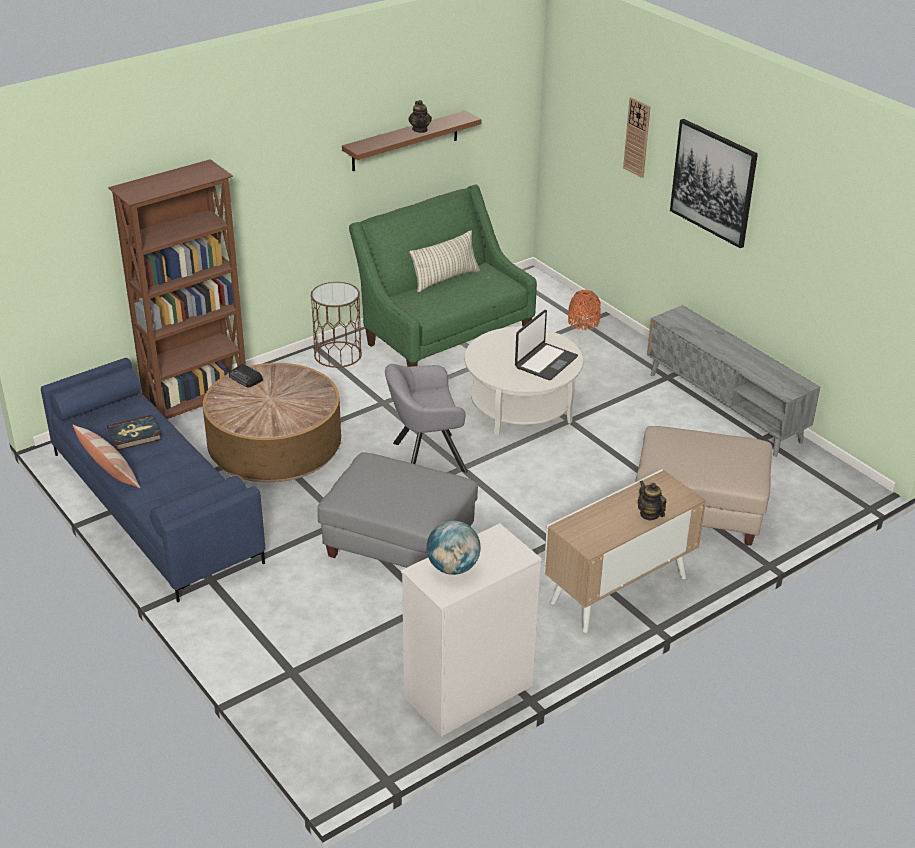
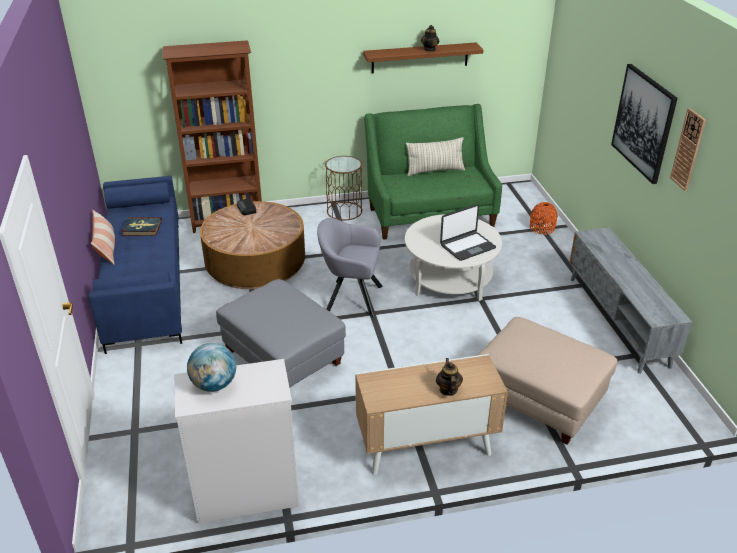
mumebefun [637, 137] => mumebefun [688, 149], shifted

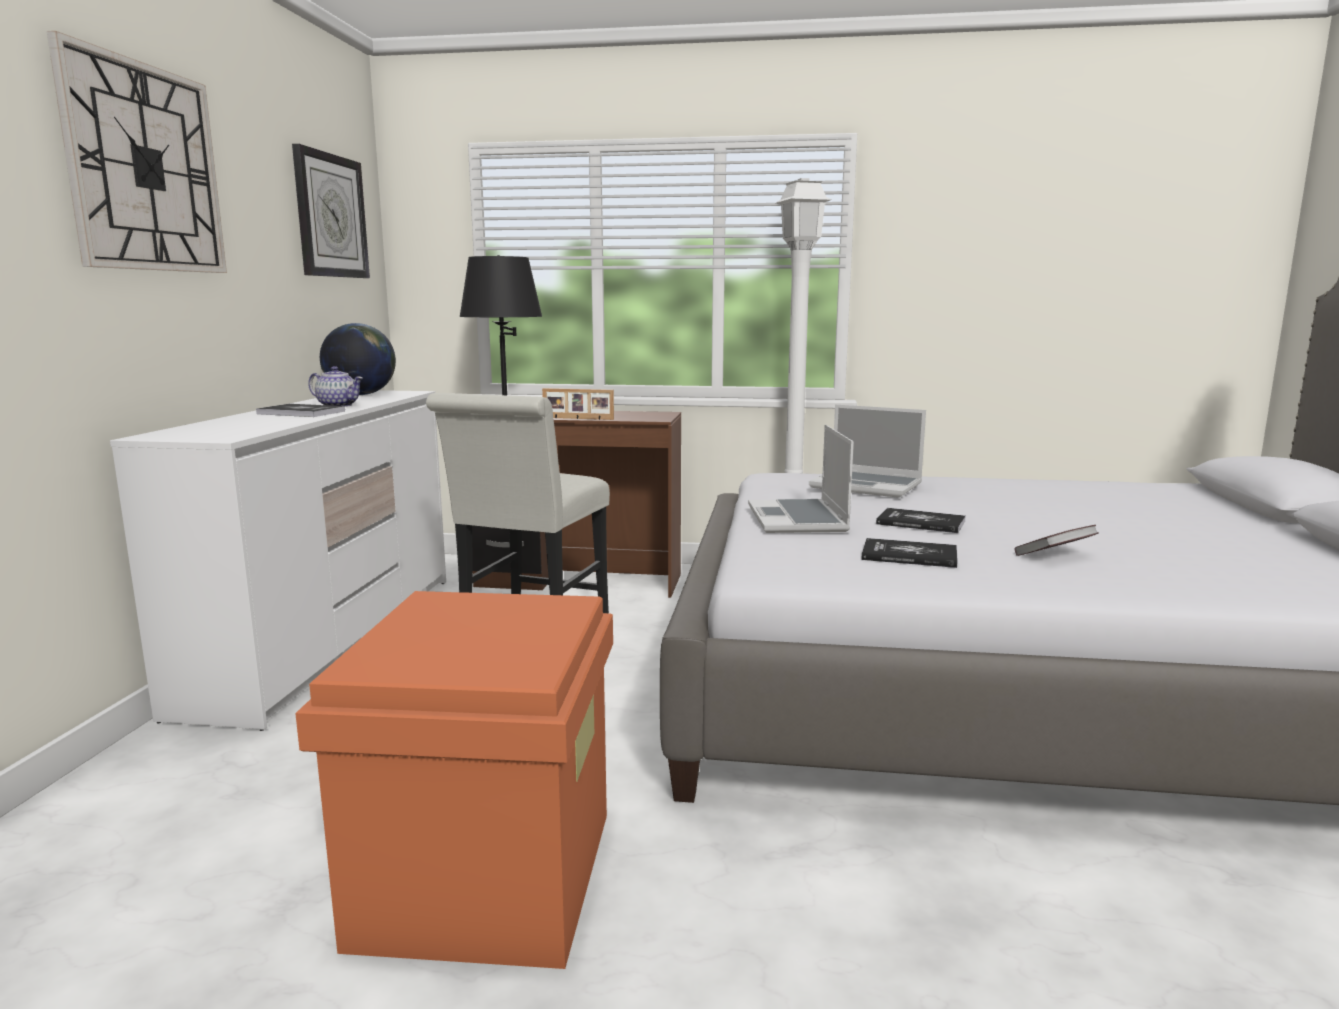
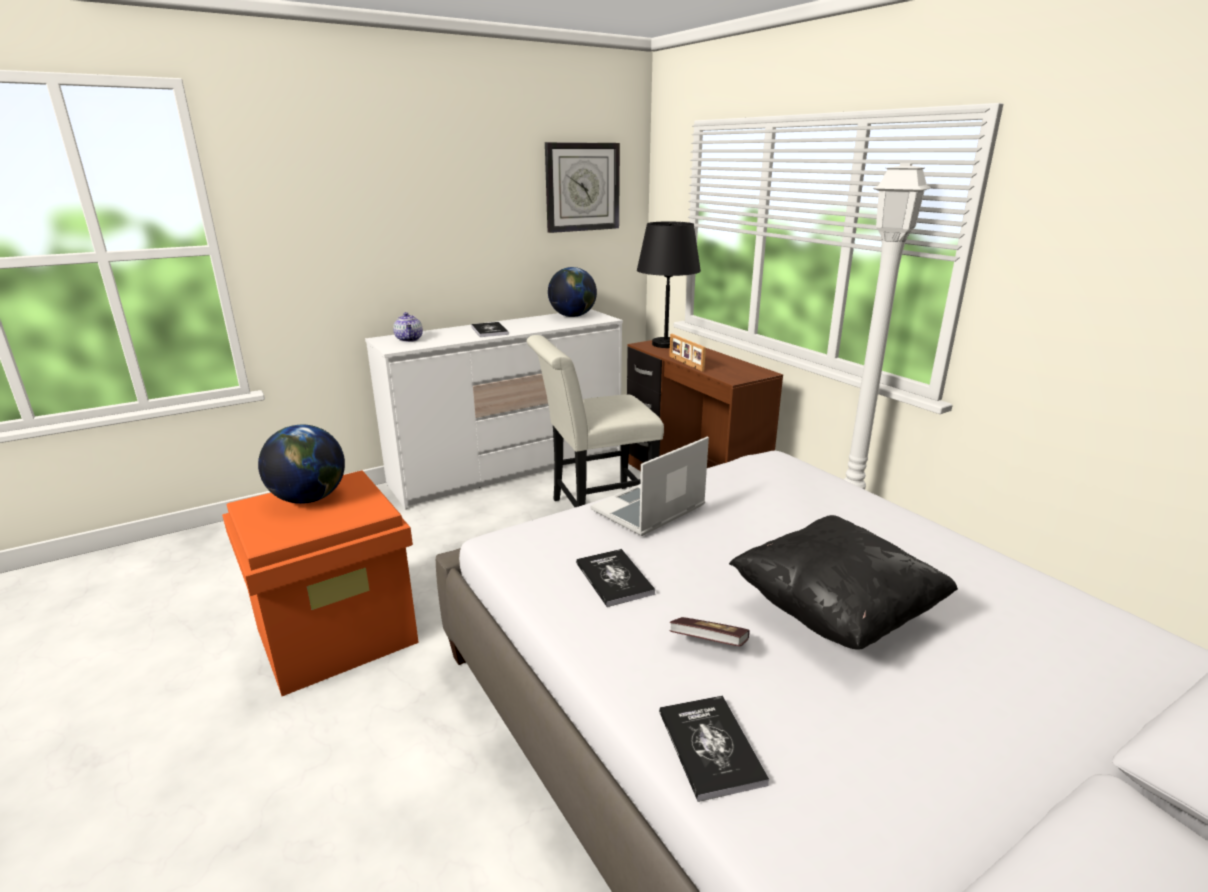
nothing => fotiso [309, 498]
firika [338, 405] => firika [409, 339], shifted
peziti [920, 522] => peziti [710, 747], shifted
nothing => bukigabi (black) [835, 612]
mumebefun [144, 168] => nothing
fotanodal [867, 486] => nothing

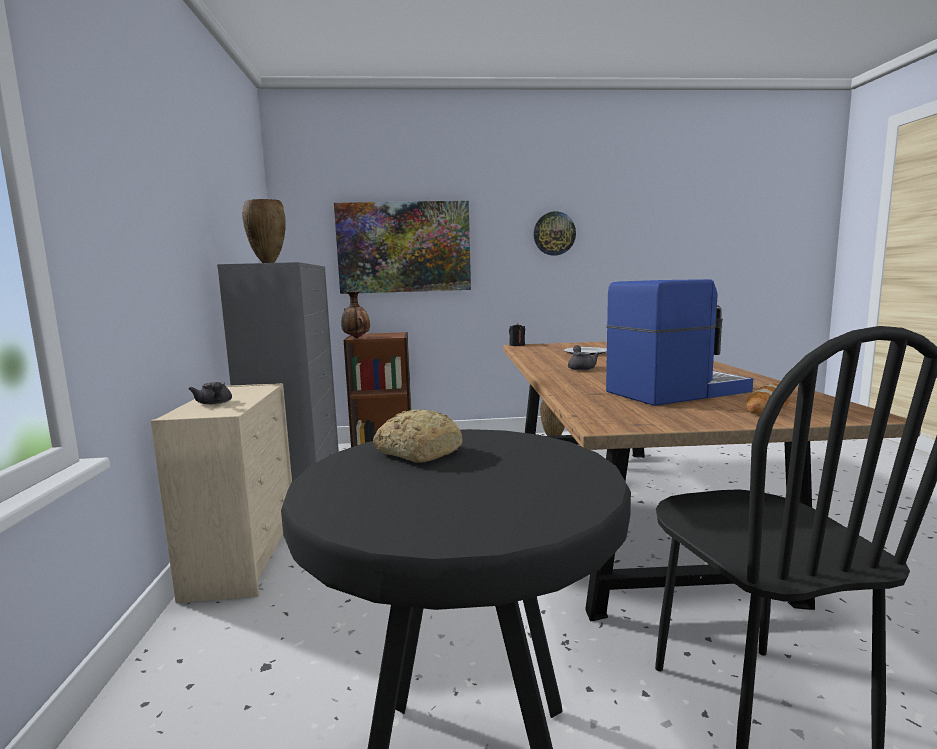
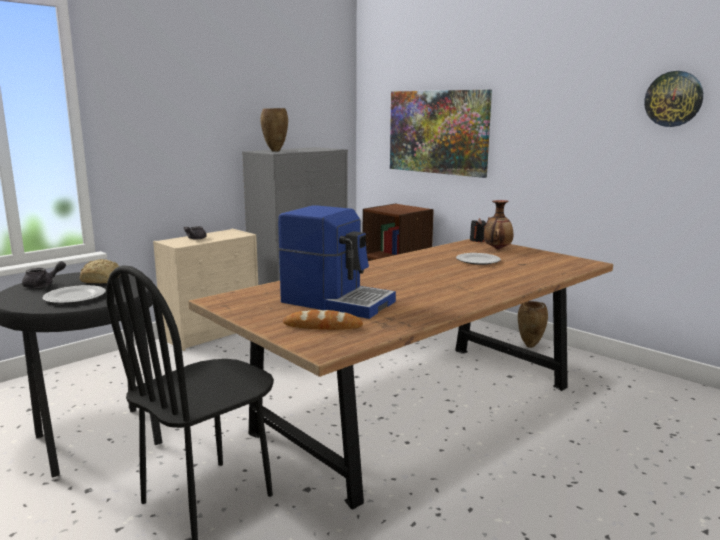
firika (grey) [581, 368] => firika (grey) [43, 285], shifted
nothing => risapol [76, 297]
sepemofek [356, 338] => sepemofek [497, 249], shifted
mumebefun [554, 233] => mumebefun [673, 99], shifted

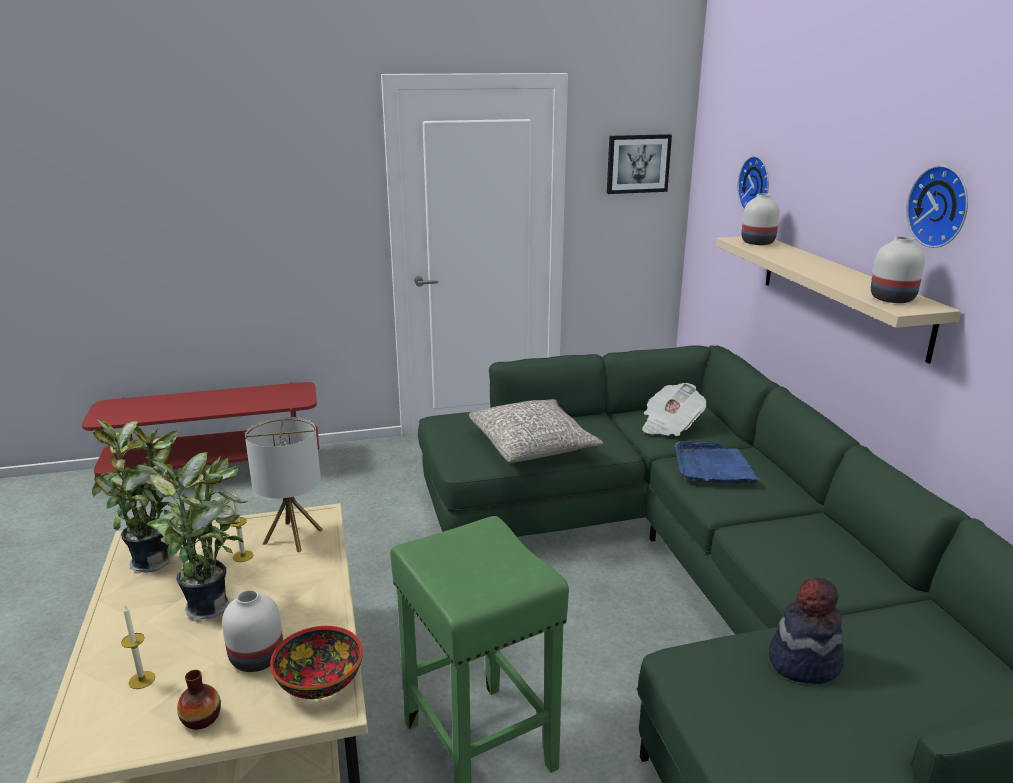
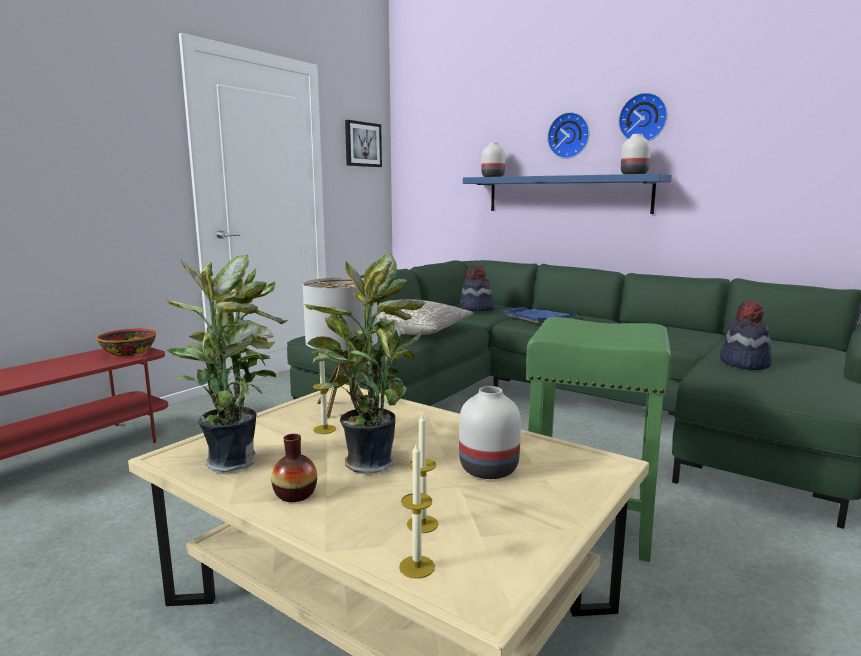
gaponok [320, 680] => gaponok [129, 353], shifted
sepemofek [201, 718] => sepemofek [295, 494], shifted
nothing => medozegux [417, 567]
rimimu [670, 425] => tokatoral [476, 309]
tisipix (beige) [841, 292] => tisipix (blue) [566, 194]
mumebefun [757, 185] => mumebefun [569, 135], shifted

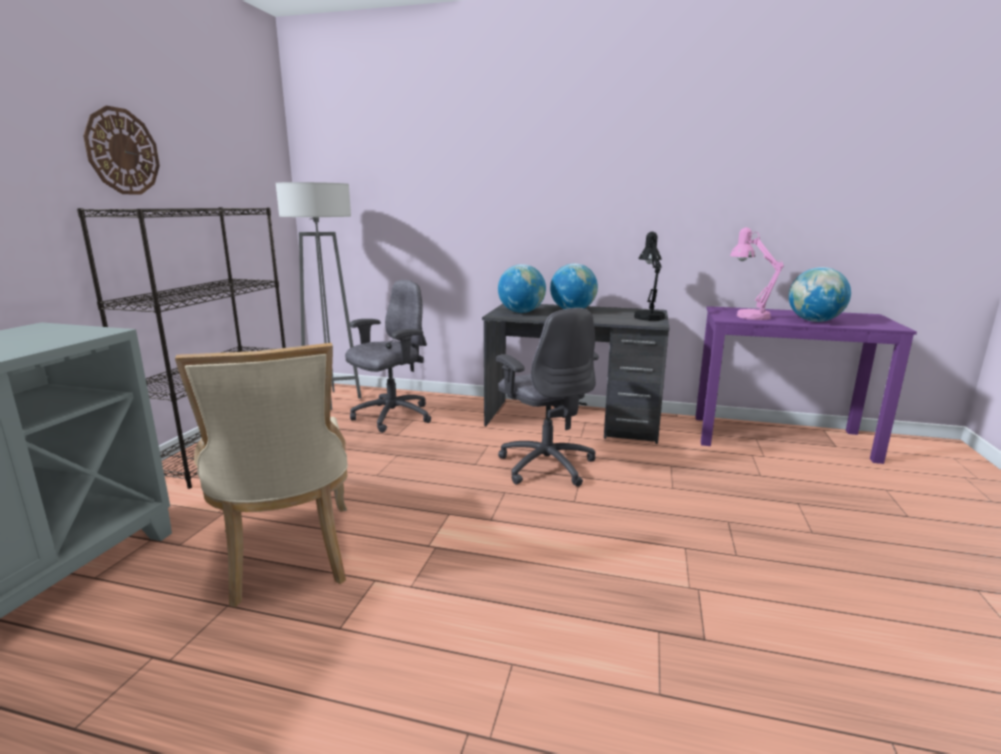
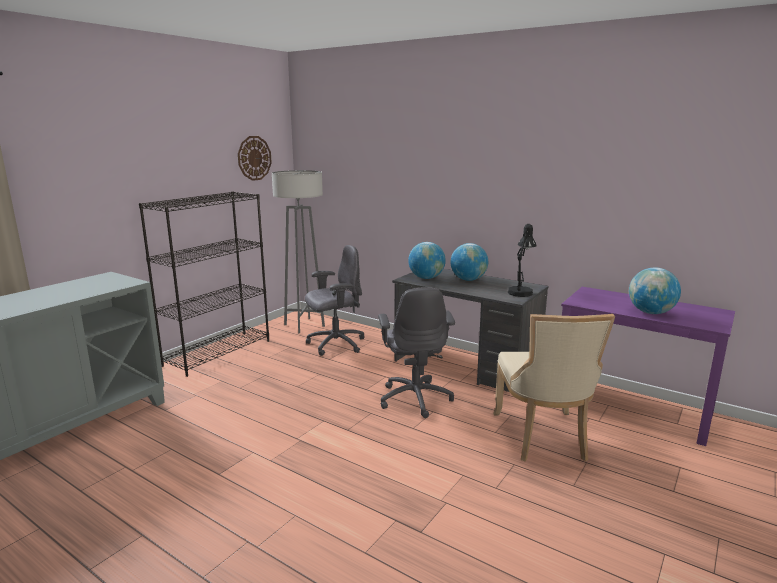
mumebefun [122, 151] => mumebefun [254, 158], shifted
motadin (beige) [288, 556] => motadin (beige) [542, 438], shifted
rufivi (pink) [747, 315] => nothing

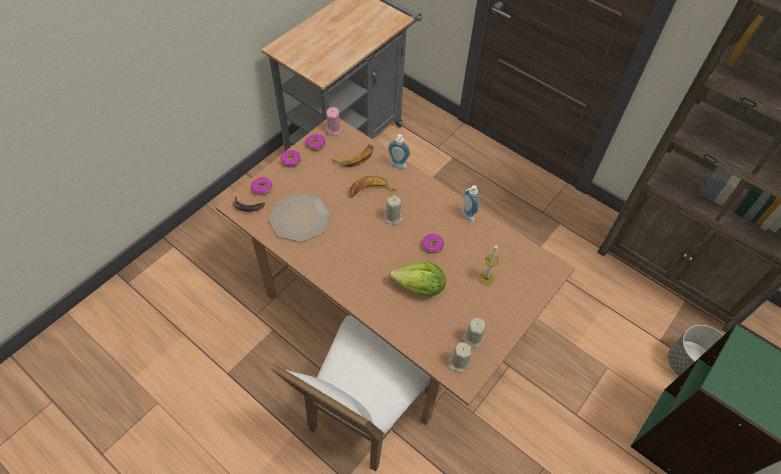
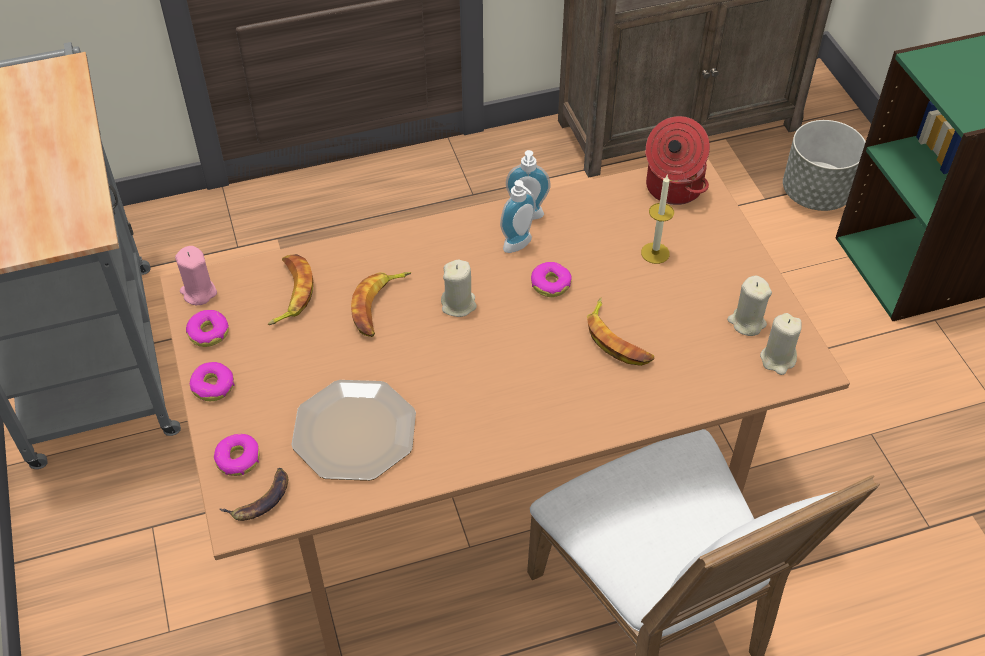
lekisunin [397, 166] => lekisunin [520, 246], shifted
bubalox [419, 288] => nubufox [617, 339]
nothing => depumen [672, 188]

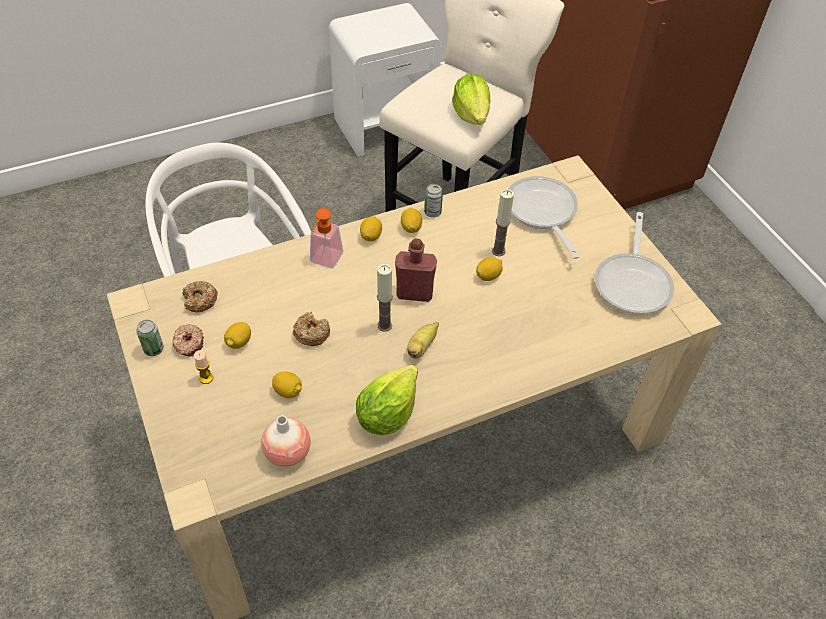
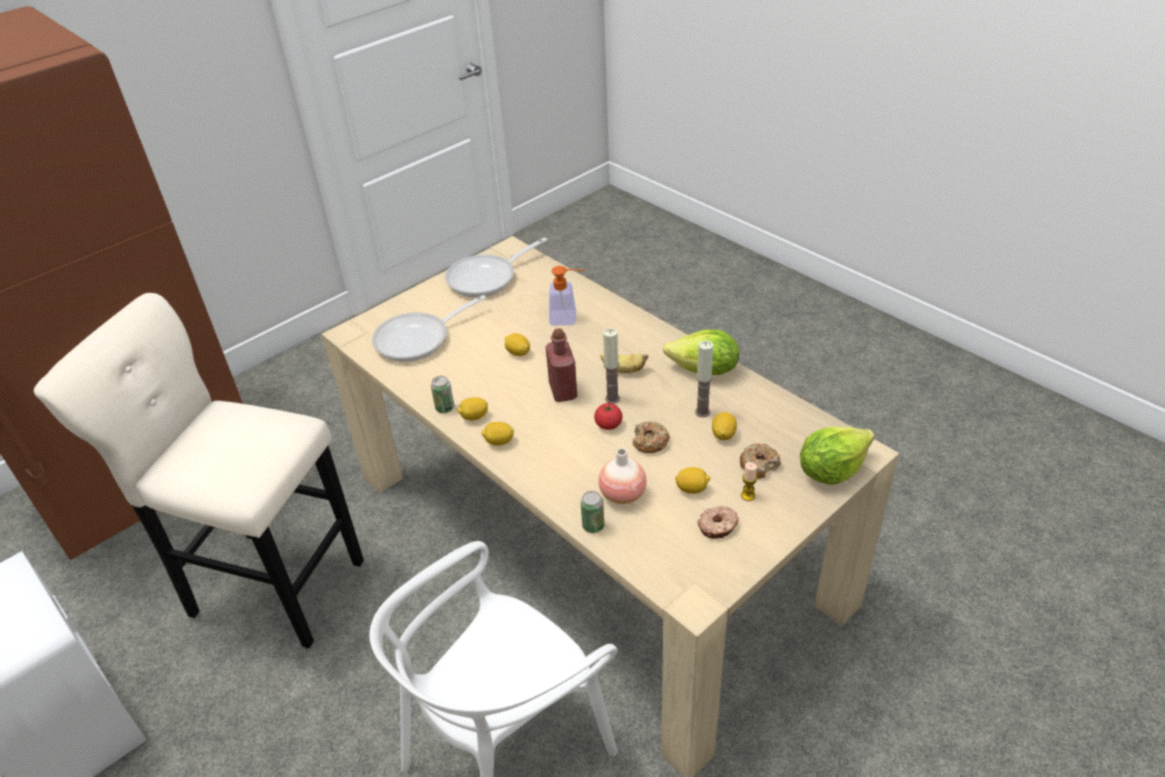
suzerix [633, 282] => suzerix [487, 278], 150 degrees clockwise
lekisunin [324, 261] => lekisunin [568, 318], shifted
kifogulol [154, 349] => kifogulol [593, 526], shifted
nothing => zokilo [608, 425]
sepemofek [287, 452] => sepemofek [622, 494], shifted
medozegux [498, 251] => medozegux [702, 412], shifted
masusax [200, 300] => masusax [759, 465], shifted
bubalox [471, 114] => bubalox [831, 470], shifted

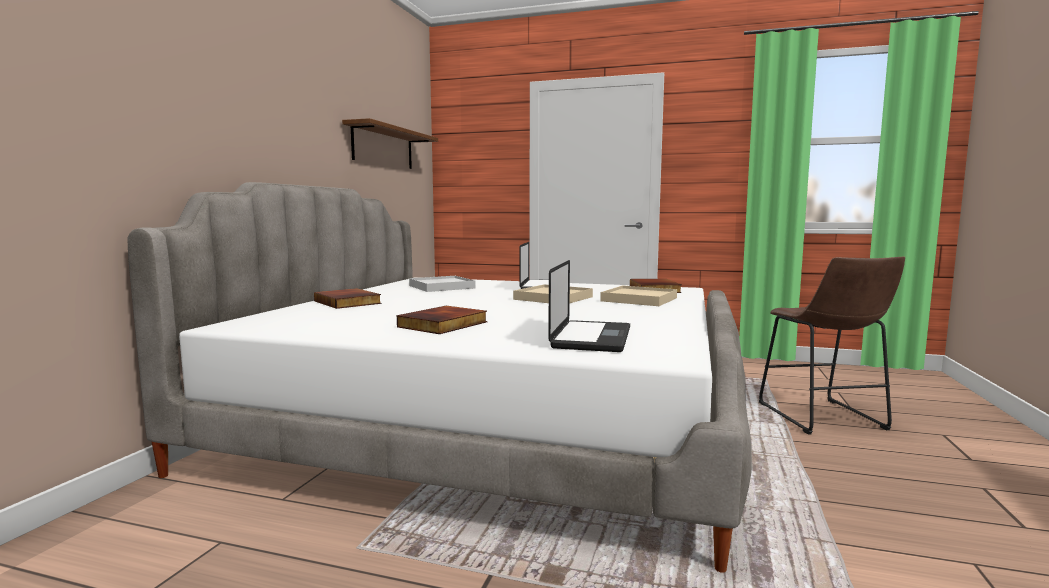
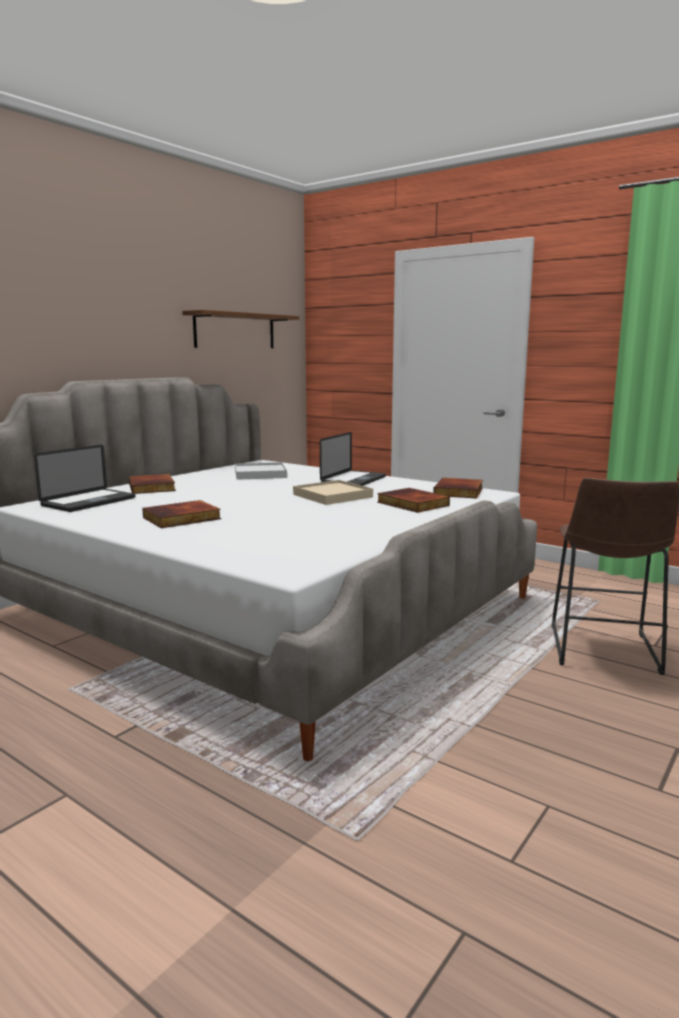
fotanodal [592, 338] => fotanodal [89, 502], shifted
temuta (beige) [639, 299] => peziti [411, 504]

